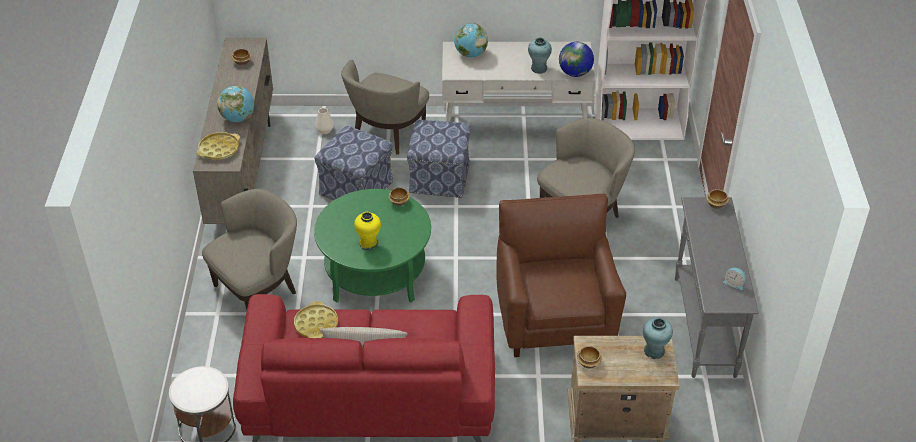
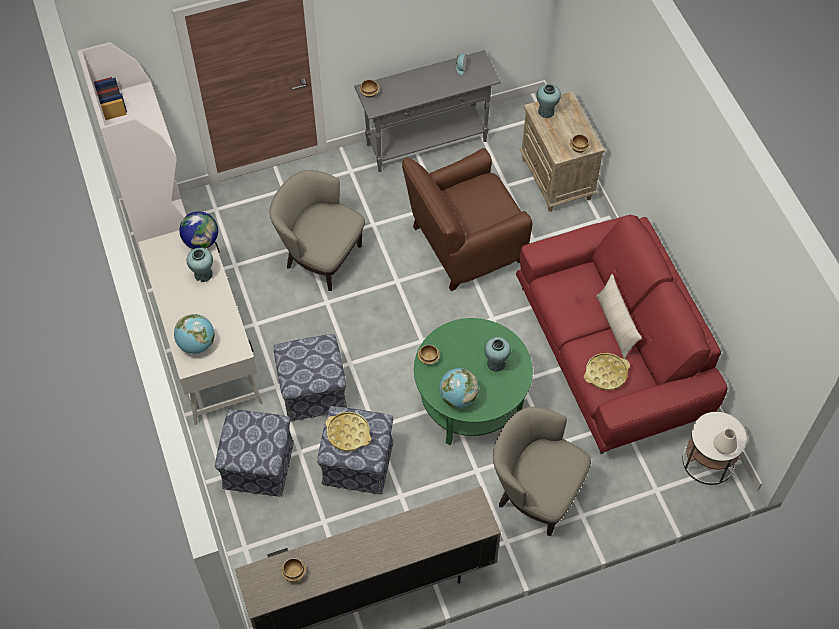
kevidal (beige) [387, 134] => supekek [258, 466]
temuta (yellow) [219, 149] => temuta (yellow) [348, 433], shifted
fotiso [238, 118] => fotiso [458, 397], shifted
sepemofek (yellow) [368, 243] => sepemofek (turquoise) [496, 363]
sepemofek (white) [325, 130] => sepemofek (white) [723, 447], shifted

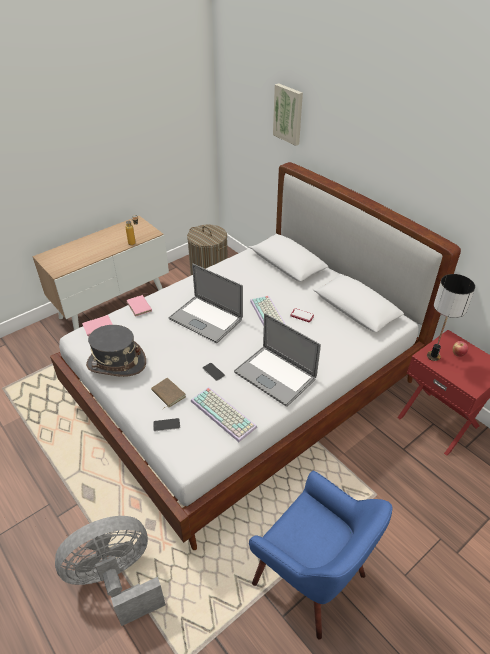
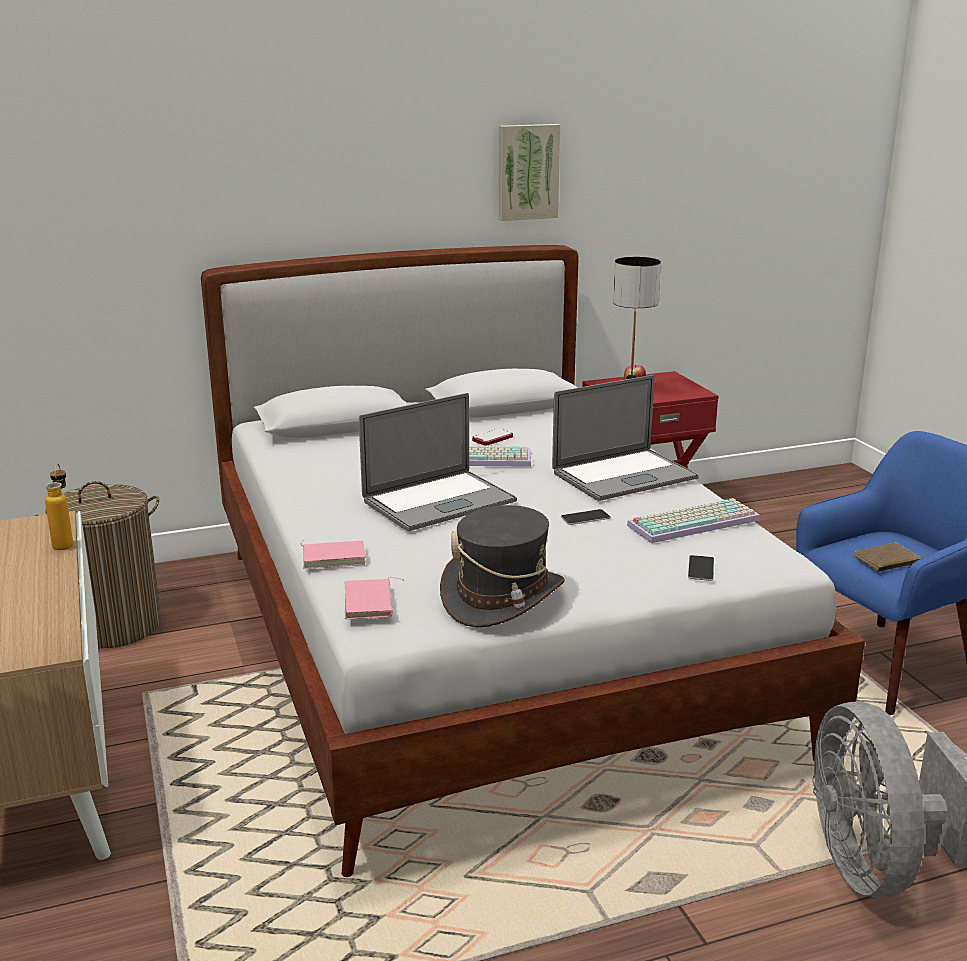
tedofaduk [288, 114] => tedofaduk [527, 172], shifted
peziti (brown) [167, 394] => peziti (brown) [888, 561], shifted

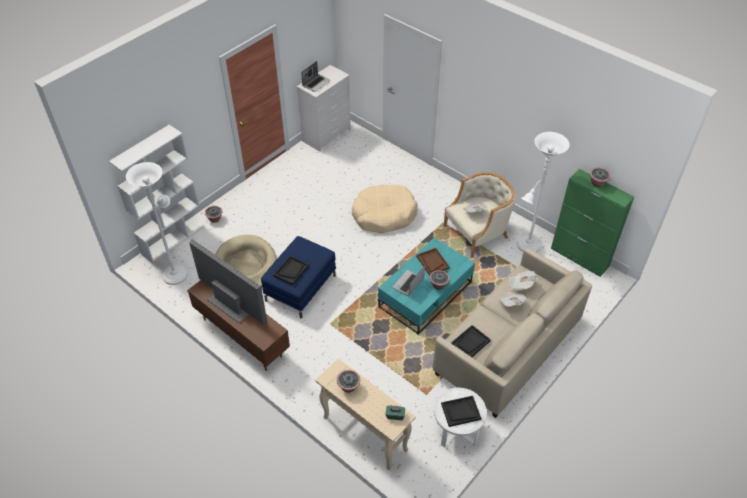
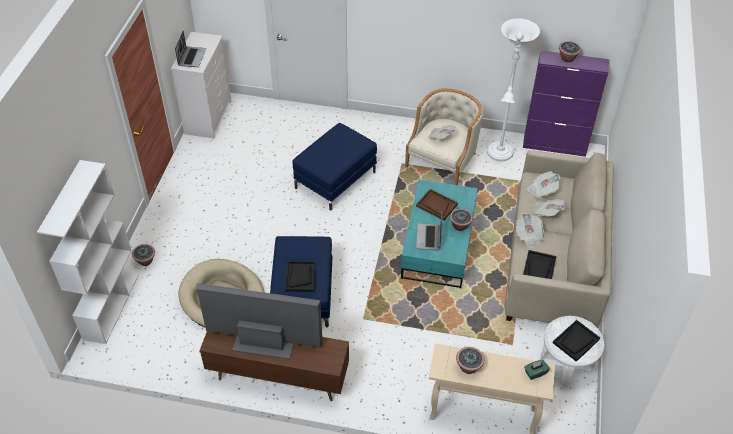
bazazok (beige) [384, 214] => supekek (blue) [335, 179]
nothing => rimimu [529, 236]
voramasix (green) [580, 257] => voramasix (purple) [554, 145]
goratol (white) [175, 273] => nothing

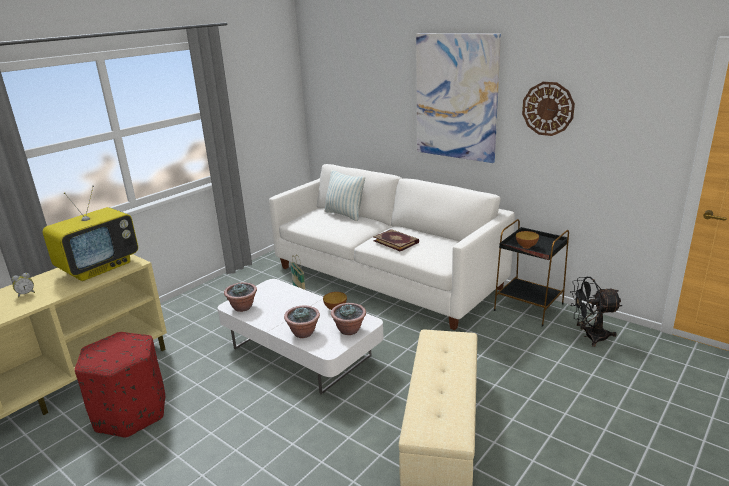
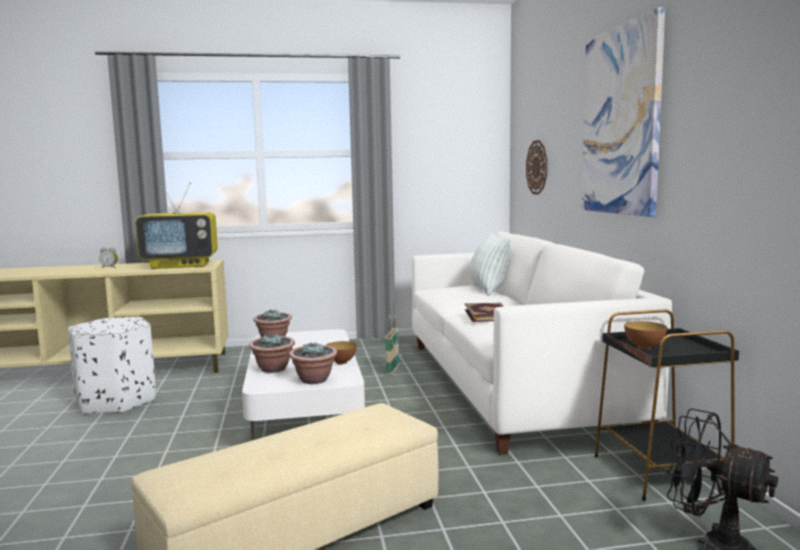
supekek (red) [131, 413] => supekek (white) [117, 401]
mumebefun [548, 108] => mumebefun [537, 167], shifted

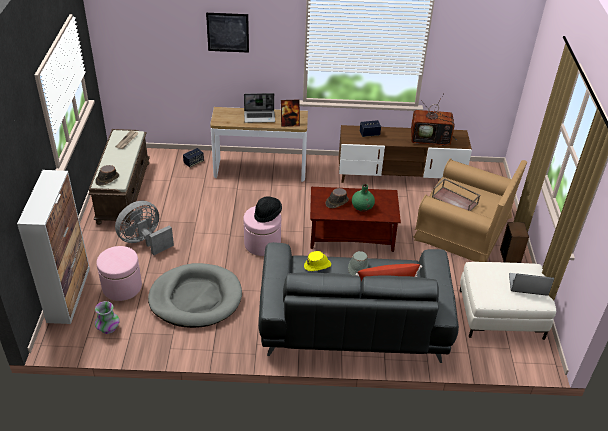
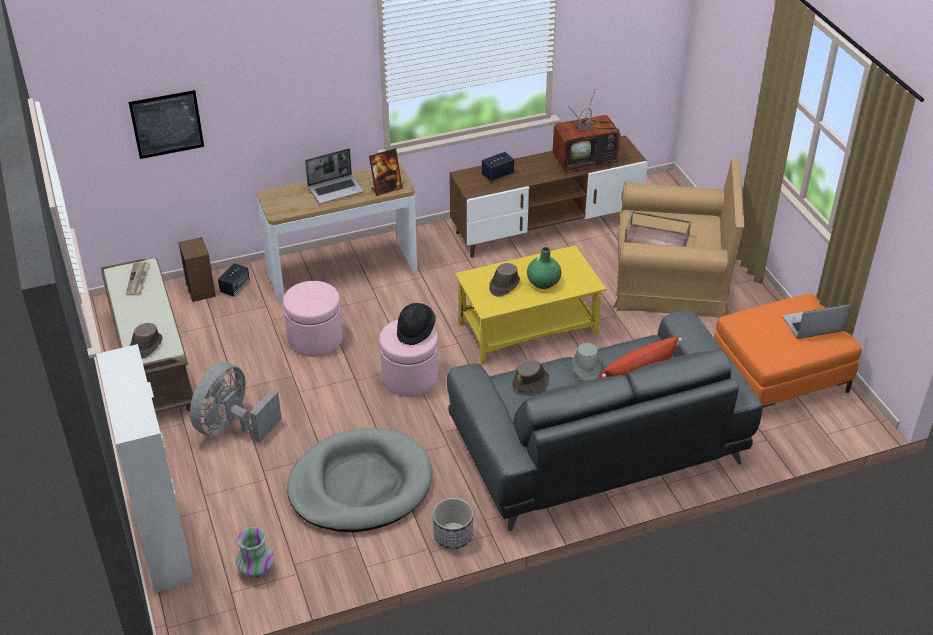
tedofaduk [228, 32] => tedofaduk [167, 124], shifted
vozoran [510, 256] => vozoran [201, 290], shifted
supekek (pink) [122, 287] => supekek (pink) [315, 339], shifted
nothing => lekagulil [453, 536]
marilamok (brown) [350, 235] => marilamok (yellow) [527, 329]
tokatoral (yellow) [317, 265] => tokatoral (brown) [531, 381]
supekek (white) [500, 314] => supekek (orange) [779, 376]

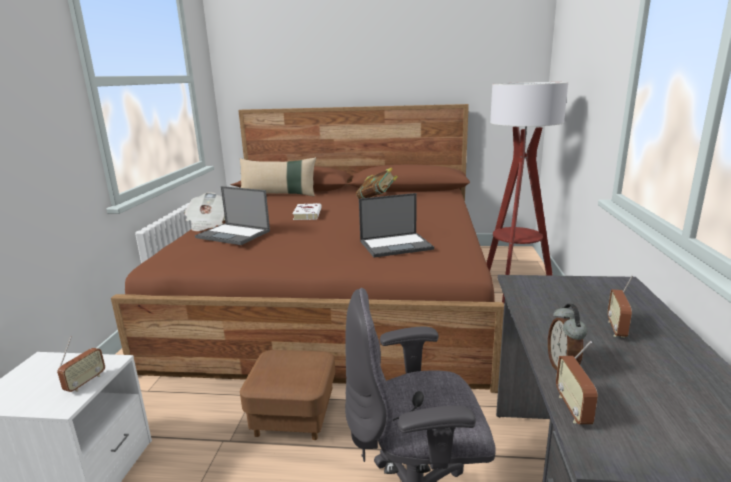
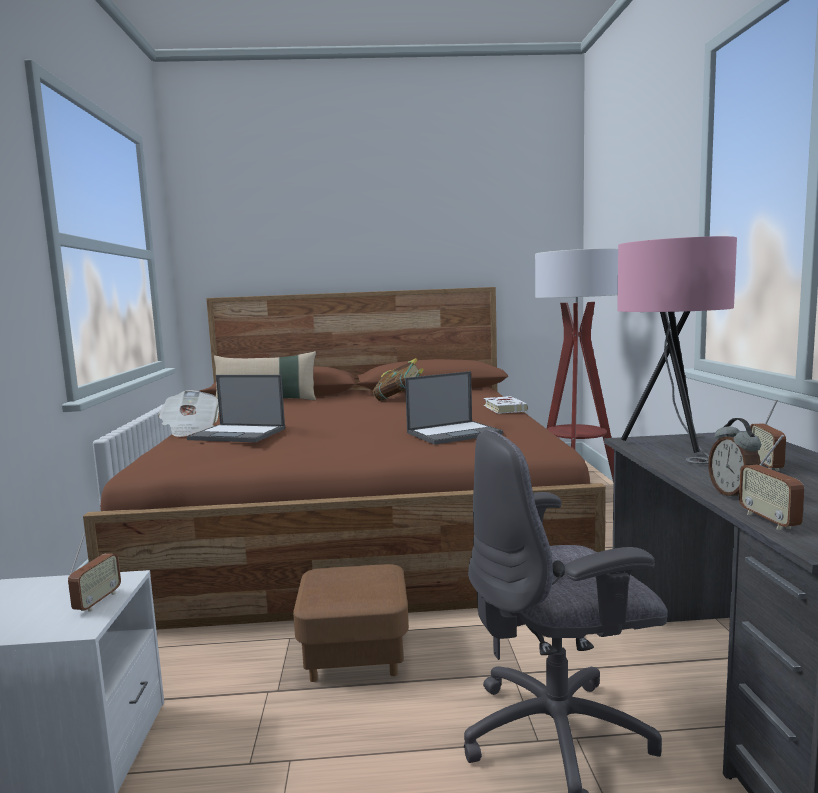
peziti (white) [307, 214] => peziti (white) [504, 408], shifted
nothing => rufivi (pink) [671, 445]

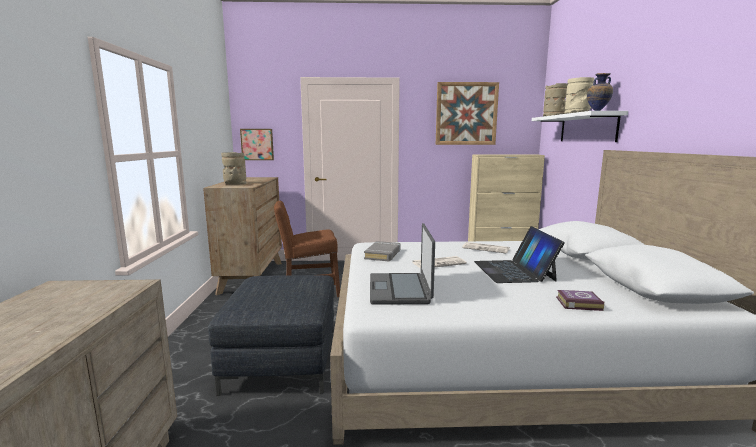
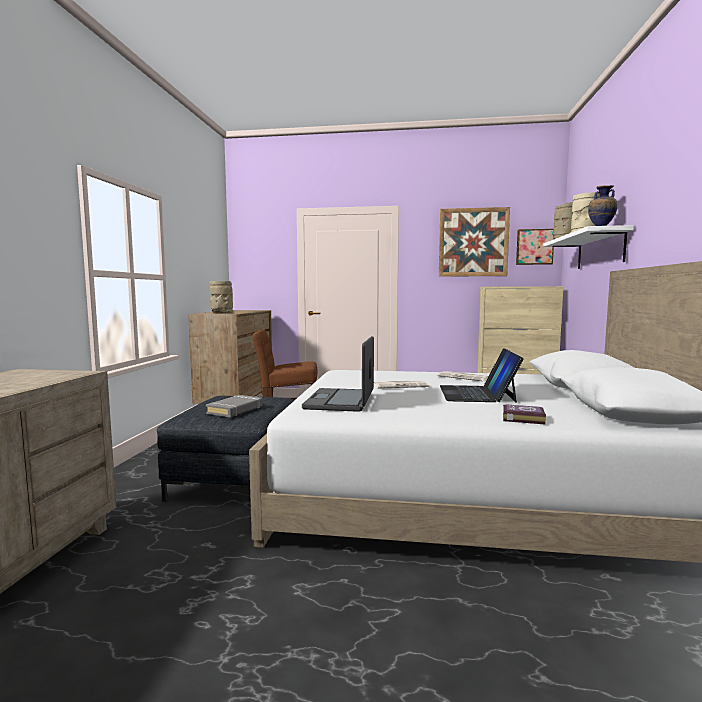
peziti (grey) [383, 254] => peziti (grey) [235, 410], shifted
tedofaduk [257, 144] => tedofaduk [534, 247], shifted

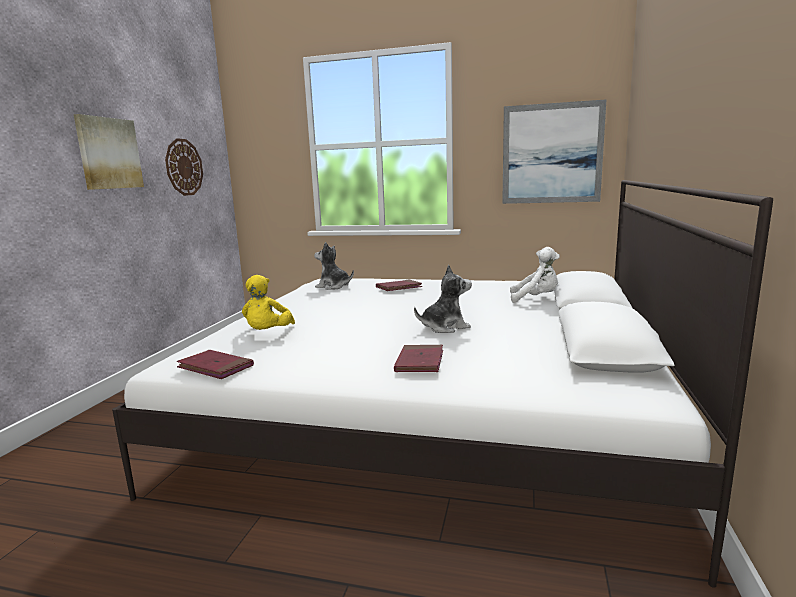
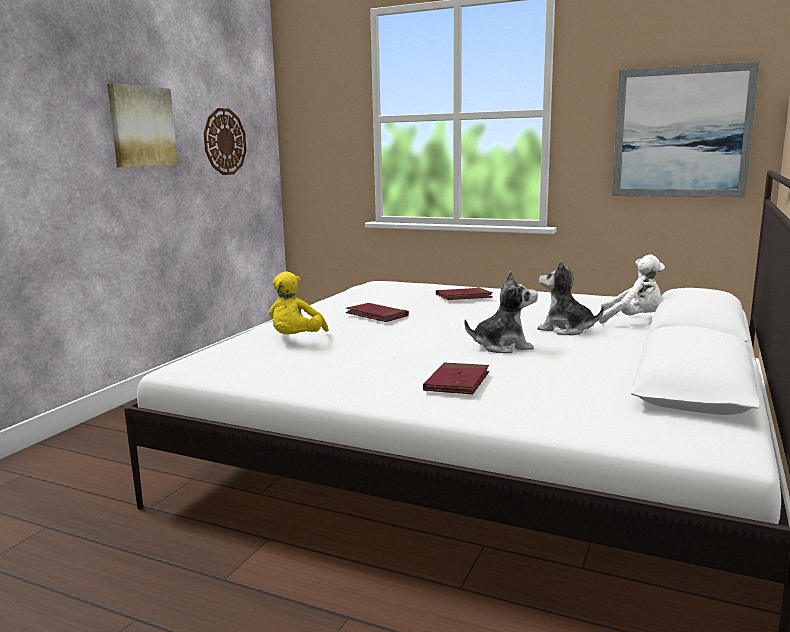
peziti (red) [215, 367] => peziti (red) [377, 315], shifted
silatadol [333, 286] => silatadol [565, 330], shifted

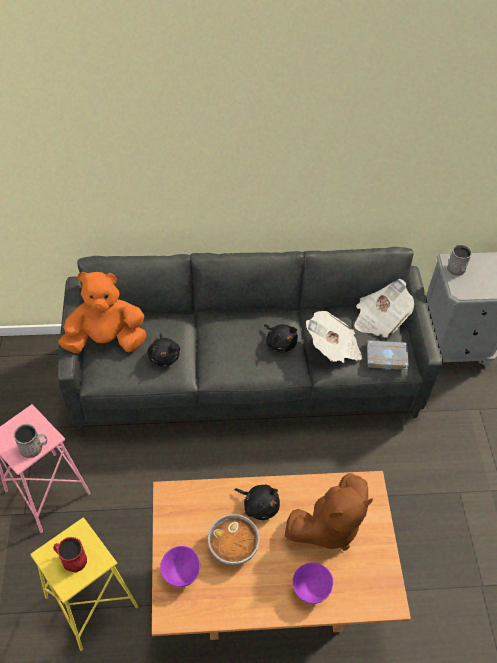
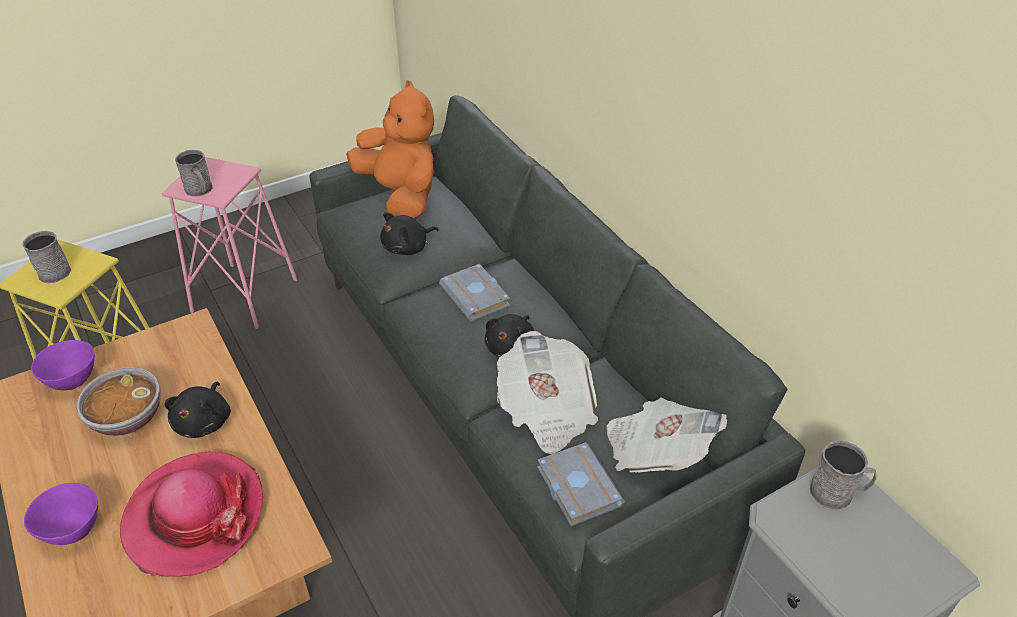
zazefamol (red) [71, 559] => zazefamol (grey) [56, 270]
silatadol (brown) [328, 526] => tokatoral [194, 516]
nothing => peziti (grey) [477, 297]

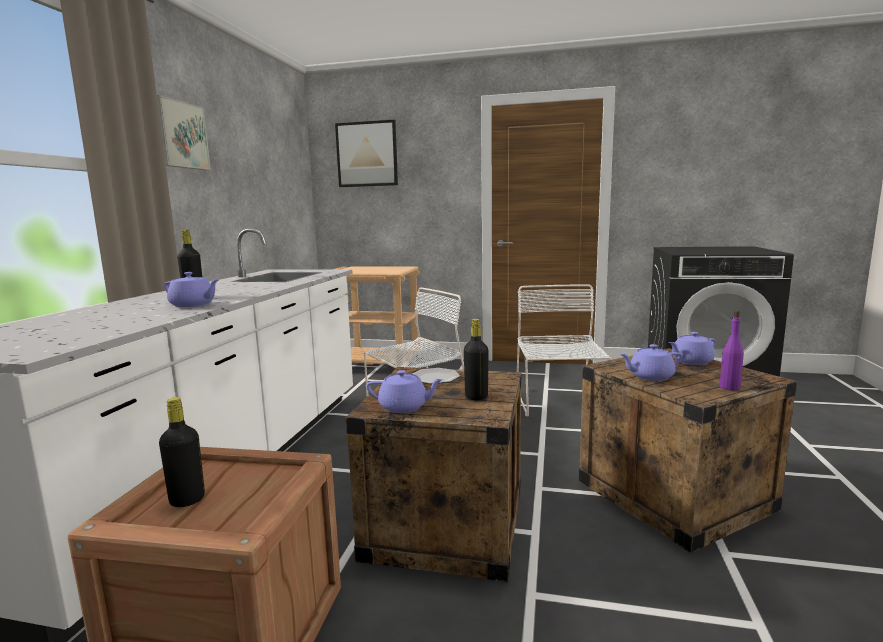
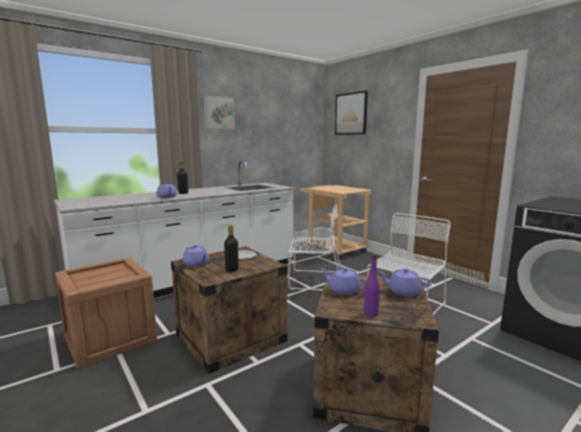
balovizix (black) [187, 500] => nothing

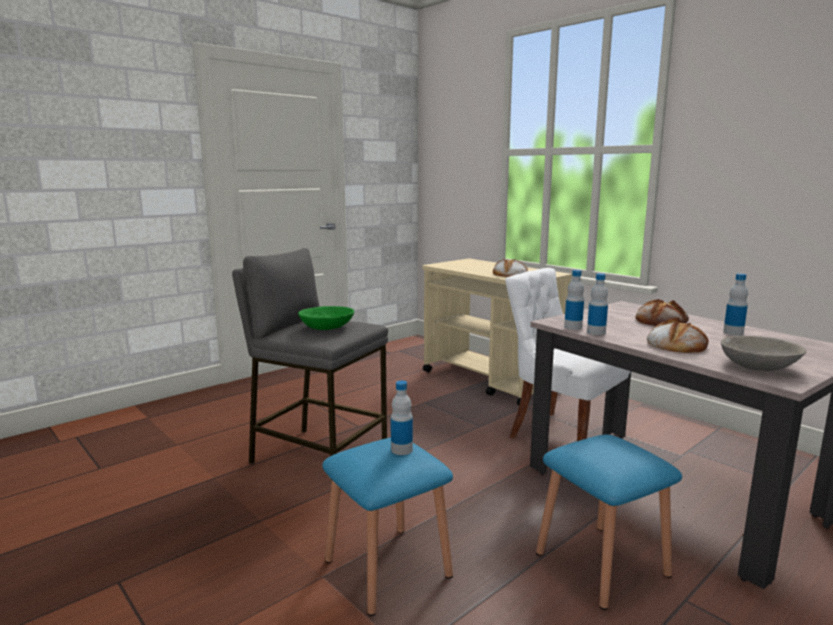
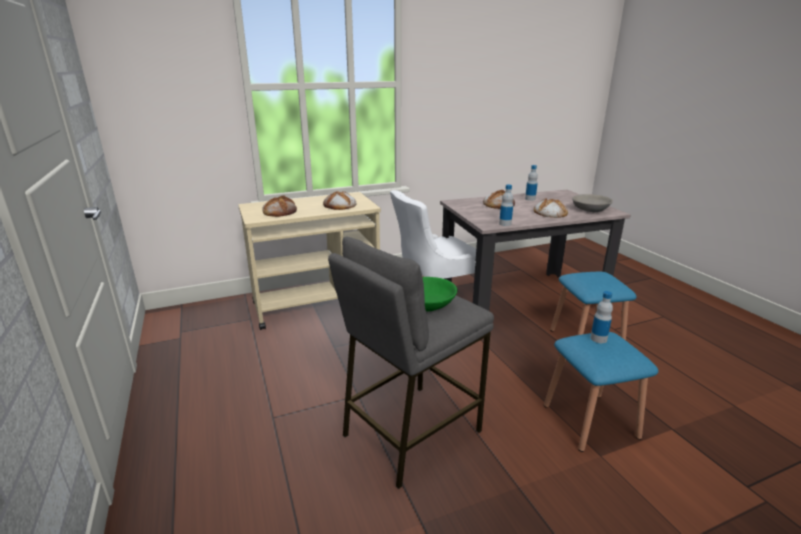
nothing => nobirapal [280, 211]
balovizix [596, 332] => nothing

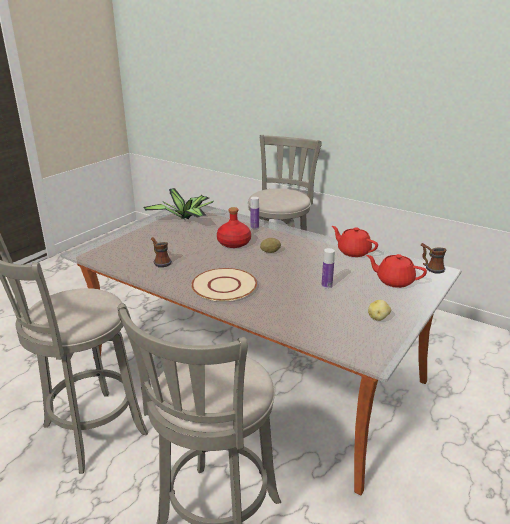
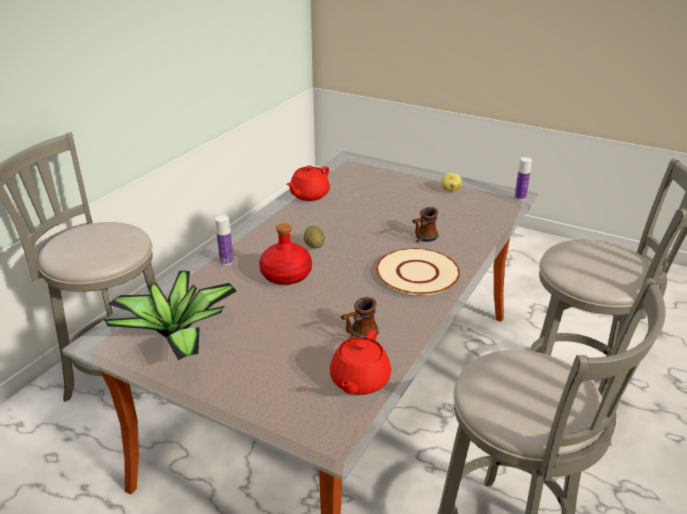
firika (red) [394, 281] => firika (red) [359, 381], shifted
zazefamol [430, 267] => zazefamol [423, 238], shifted
balovizix [326, 285] => balovizix [520, 197], shifted

